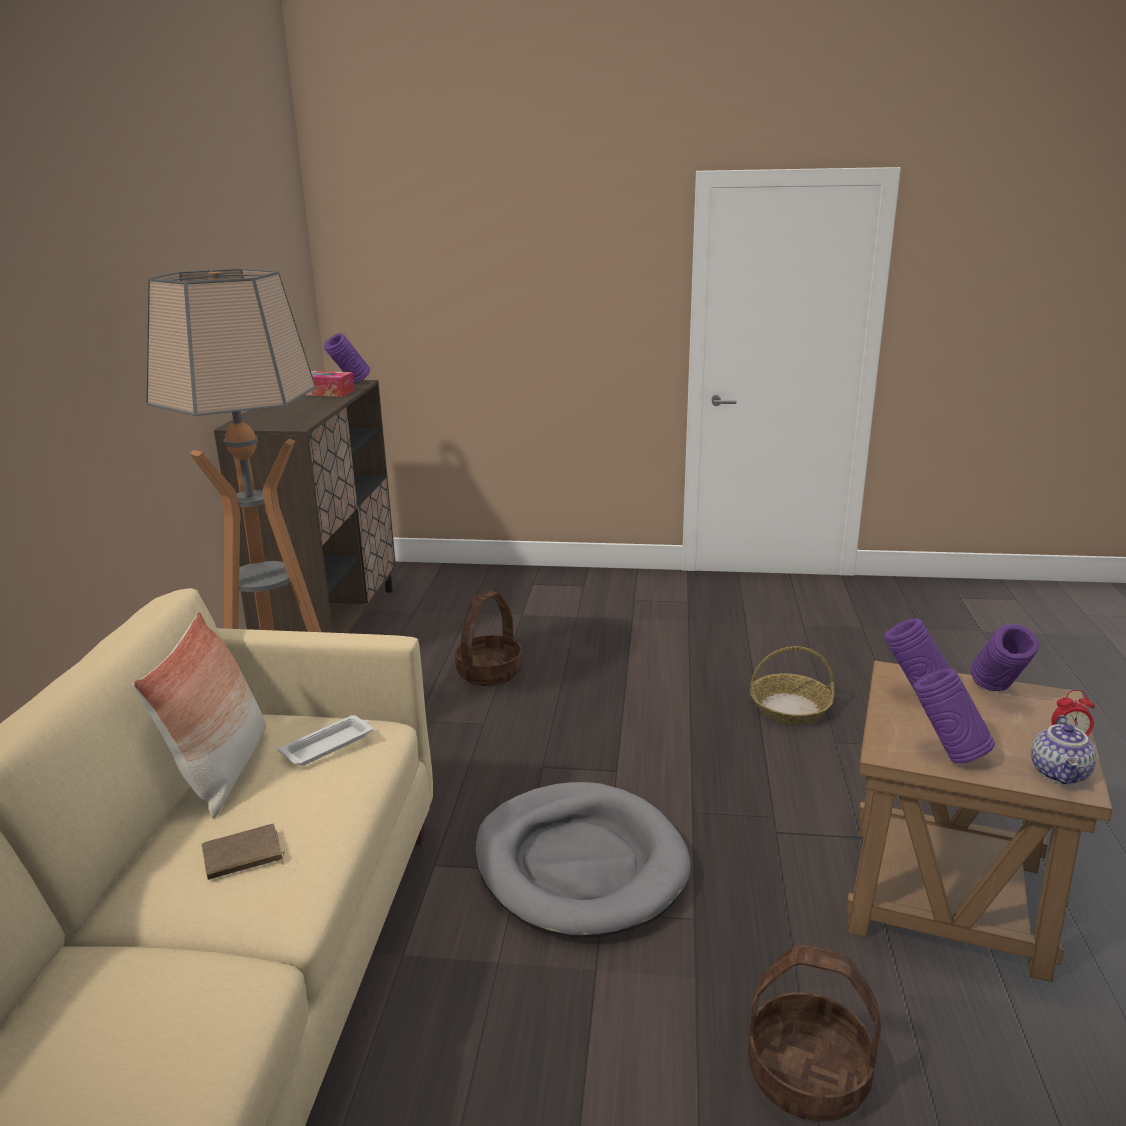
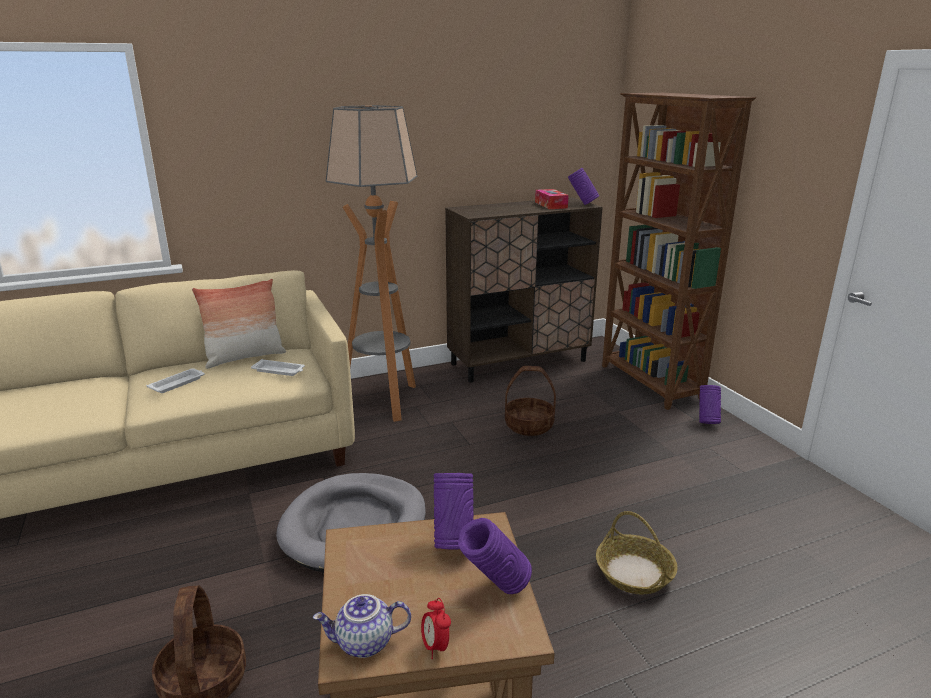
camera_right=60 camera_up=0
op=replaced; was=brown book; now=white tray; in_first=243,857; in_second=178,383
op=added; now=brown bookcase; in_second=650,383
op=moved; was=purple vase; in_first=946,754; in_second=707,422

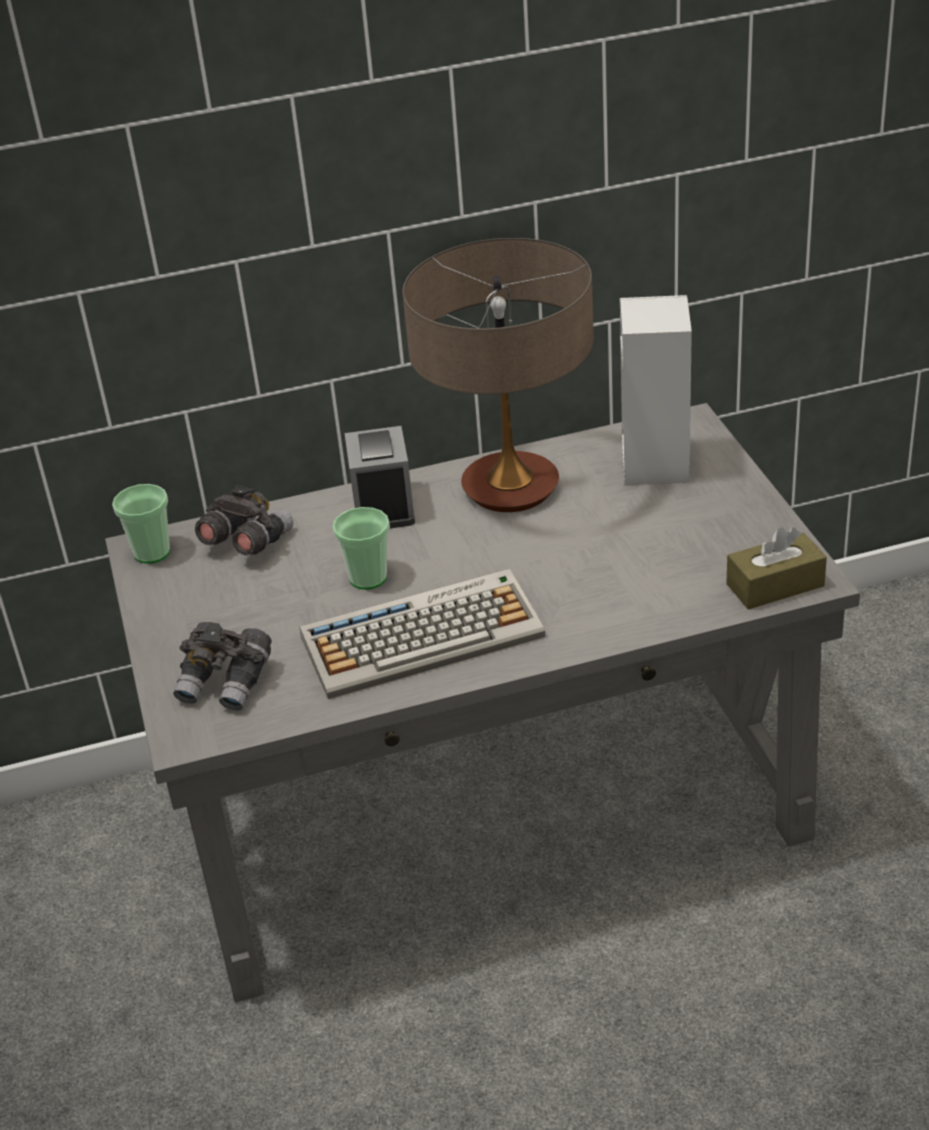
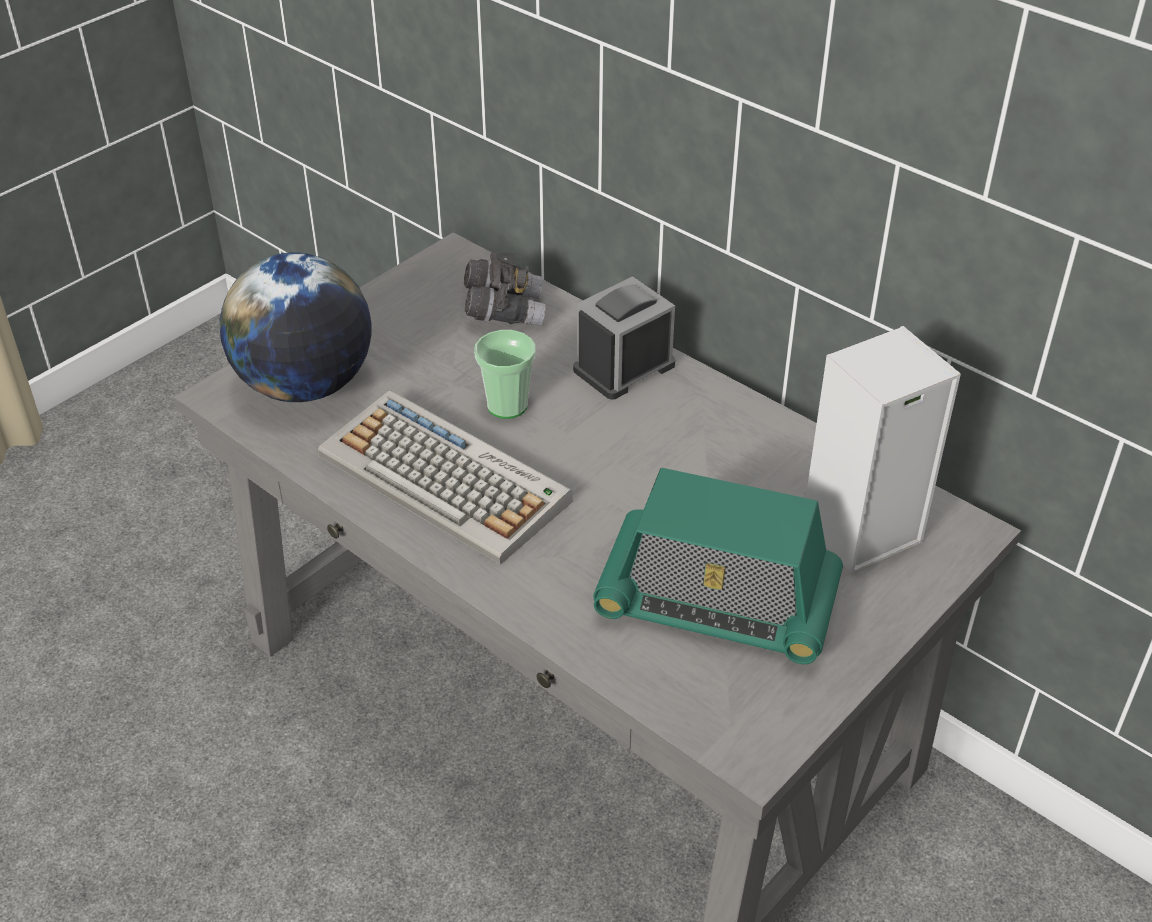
camera_right=55 camera_up=5
op=replaced; was=grey binoculars; now=globe; in_first=226,683; in_second=305,386
op=added; now=radio; in_second=717,602
op=removed; was=cup; in_first=152,552
op=removed; was=table lamp; in_first=511,488
op=removed; was=brown tissue box; in_first=775,585

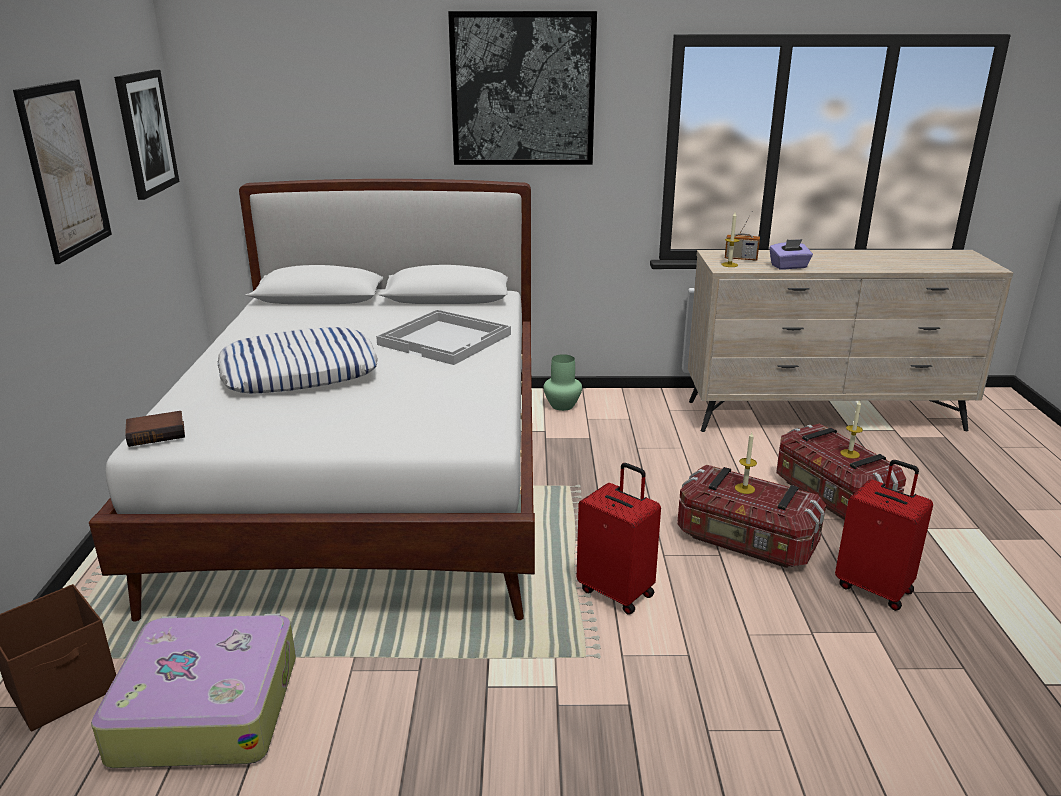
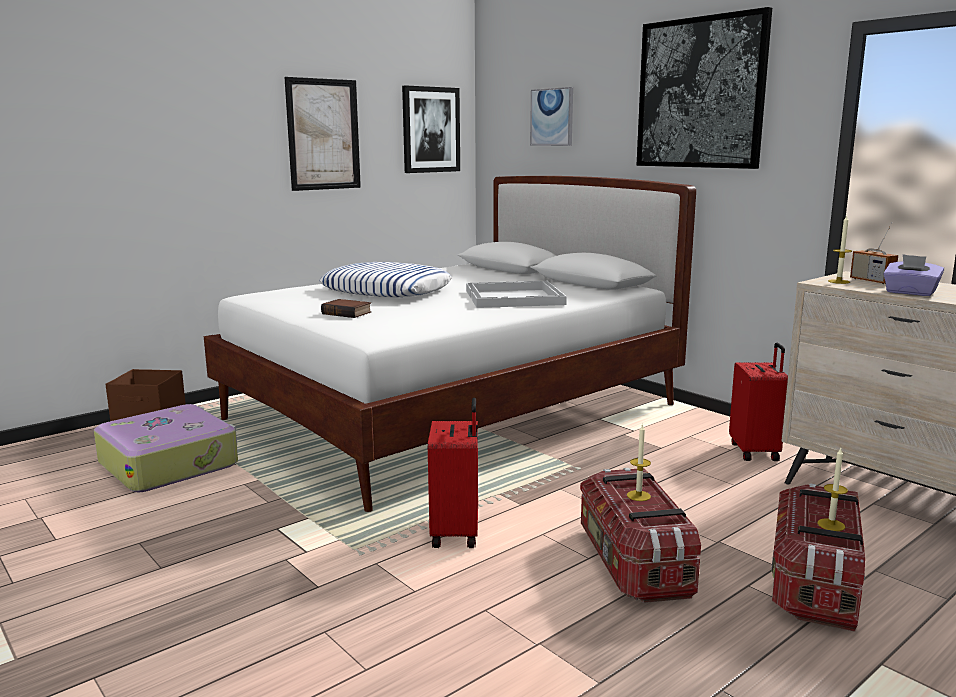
camera_right=50 camera_up=-10
op=moved; was=book; in_first=157,433; in_second=348,313
op=added; now=picture; in_second=552,117
op=moved; was=red suitcase; in_first=874,588; in_second=755,451
op=removed; was=green vase; in_first=562,405

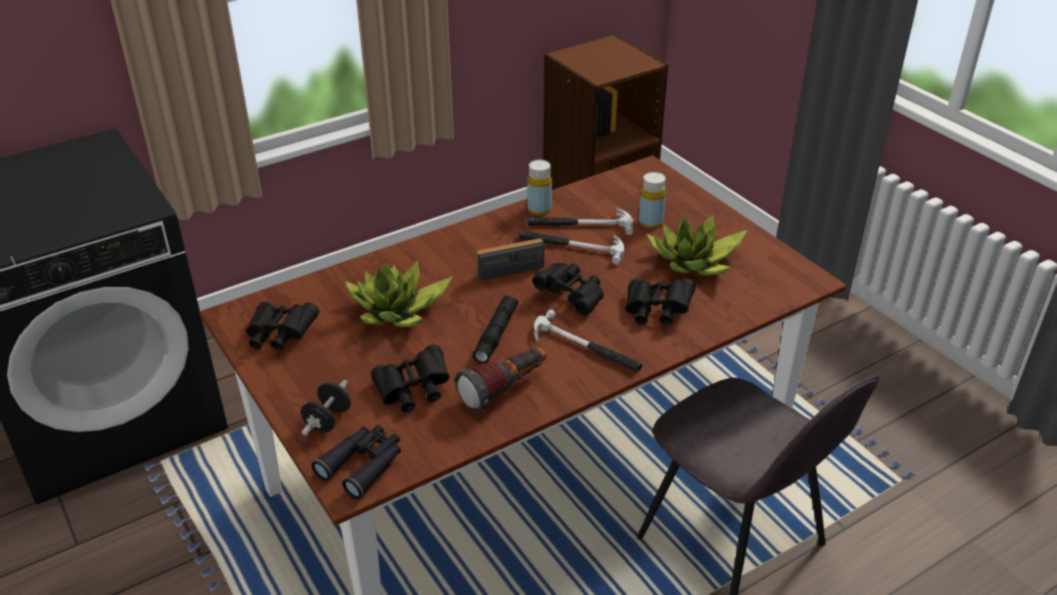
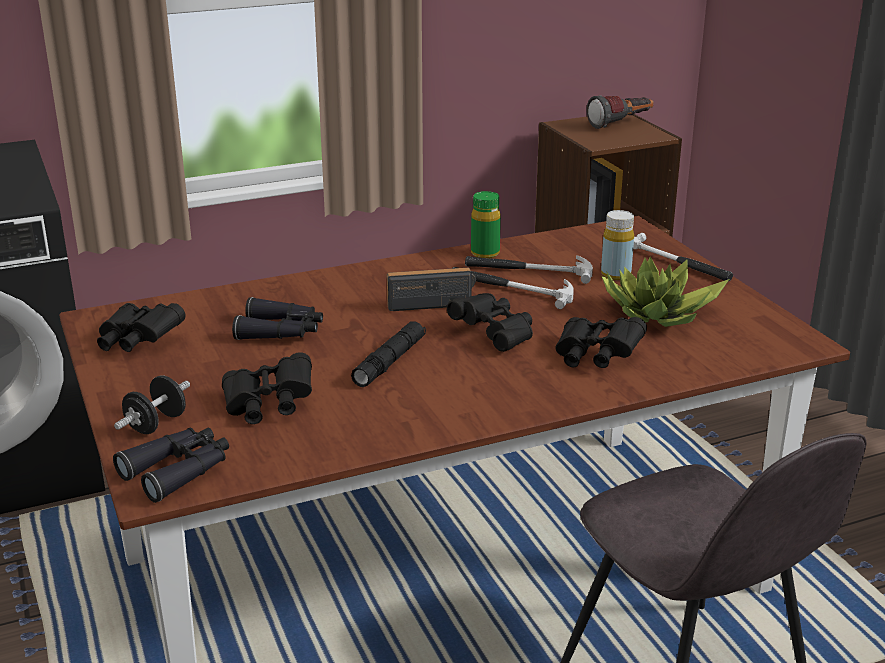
camera_right=10 camera_up=-10
op=replaced; was=potted plant; now=black binoculars; in_first=397,312; in_second=281,331
op=recoloured; was=yellow bottle; now=green bottle; in_first=539,209; in_second=485,253
op=moved; was=flashlight; in_first=505,390; in_second=621,124
op=moved; was=hammer; in_first=586,348; in_second=675,263

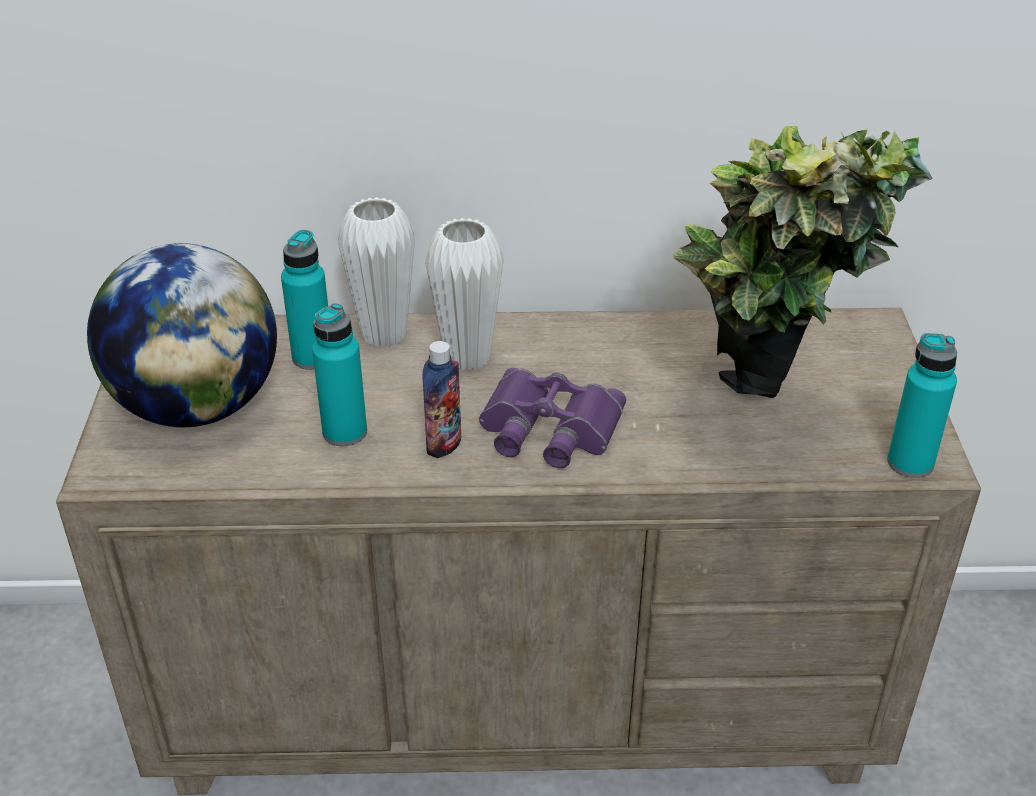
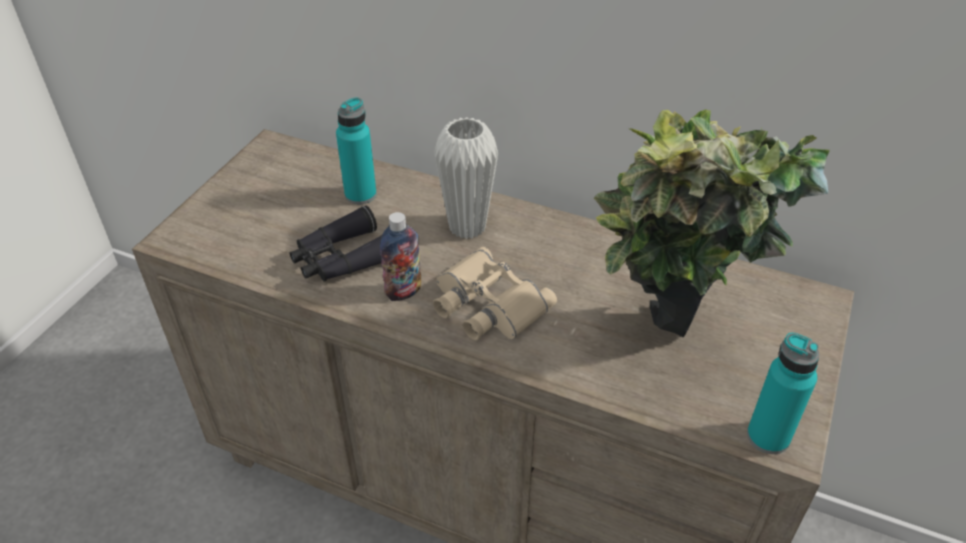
camera_right=25 camera_up=5
op=replaced; was=turquoise bottle; now=black binoculars; in_first=345,432; in_second=342,259
op=recoloured; was=purple binoculars; now=beige binoculars; in_first=547,429; in_second=486,304
op=removed; was=globe; in_first=197,406
op=removed; was=white vase; in_first=384,334

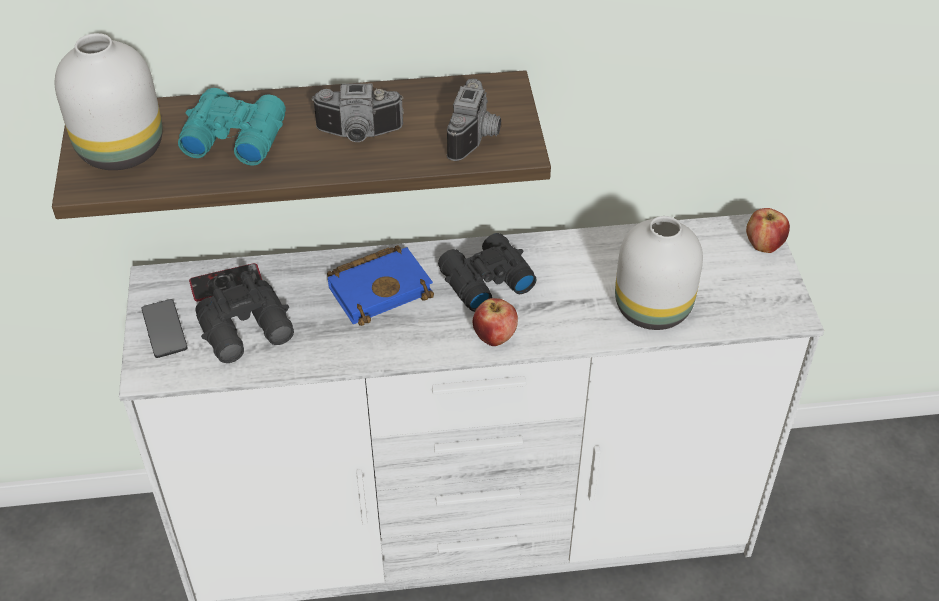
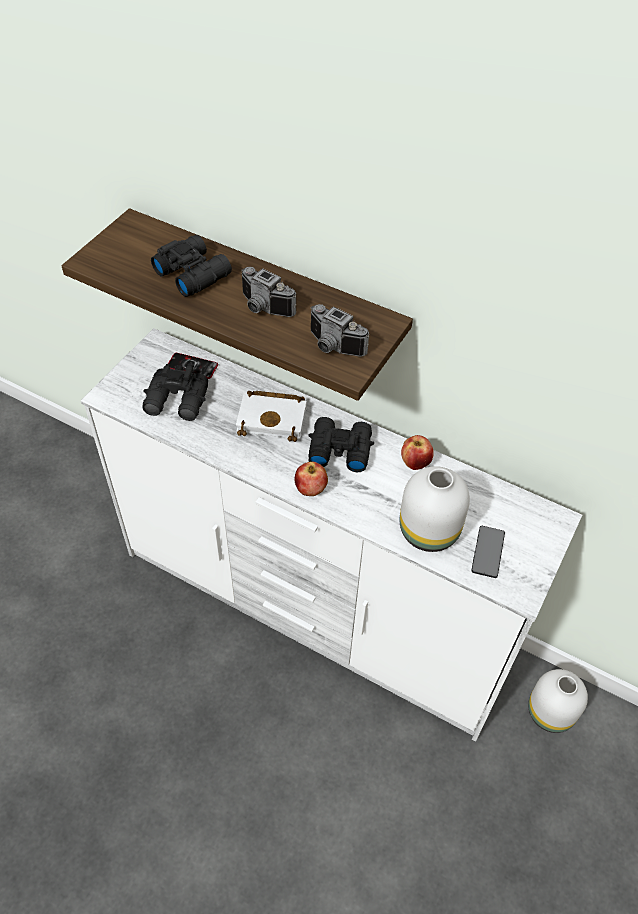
camera_right=35 camera_up=5
op=recoloured; was=turquoise binoculars; now=black binoculars; in_first=233,137; in_second=193,272
op=recoloured; was=blue book; now=white book; in_first=381,288; in_second=274,418
op=turned; was=photo camera; in_first=477,137; in_second=332,347; clockwise=75
op=moved; was=apple; in_first=764,245; in_second=415,463
op=moved; was=phone; in_first=164,329; in_second=488,552
op=moved; was=white vase; in_first=119,150; in_second=548,712

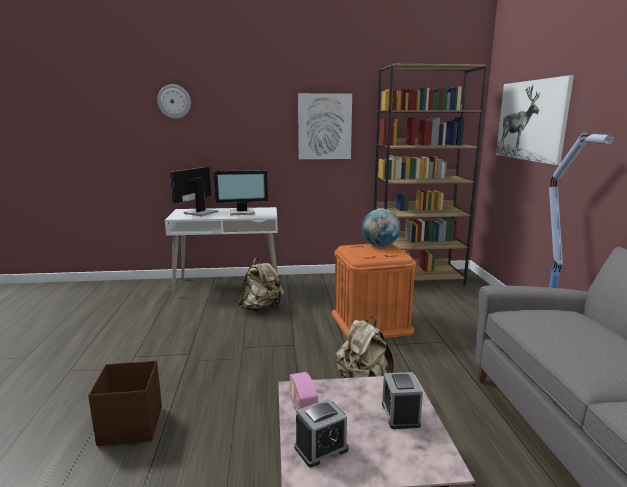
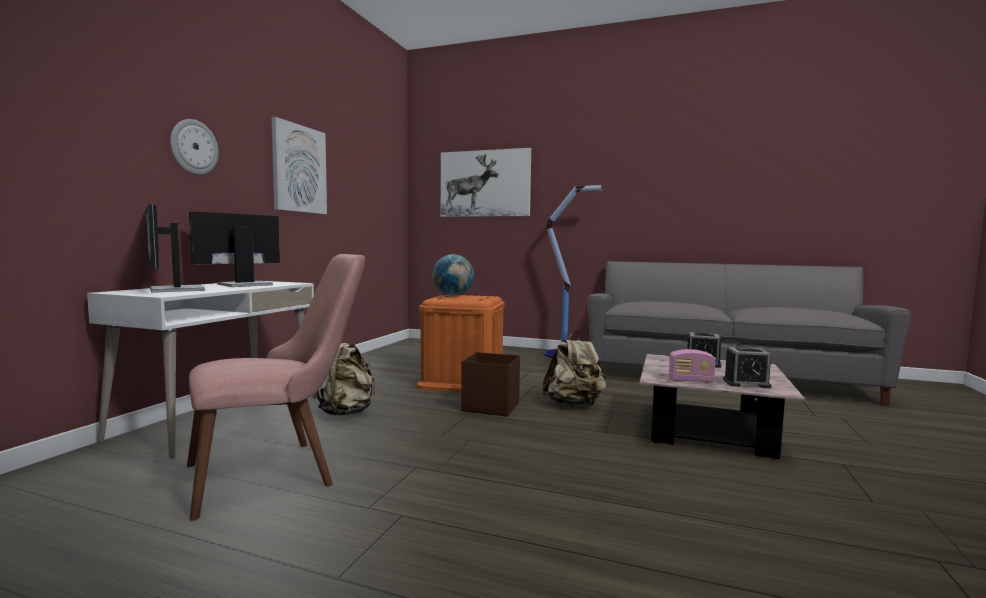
camera_right=-65 camera_up=-10
op=moved; was=wall clock; in_first=174,101; in_second=193,147
op=added; now=pink chair; in_second=280,470
op=turned; was=monitor; in_first=242,212; in_second=243,284; clockwise=-150
op=moved; was=brown storage box; in_first=132,425; in_second=490,407
op=turned; was=alarm clock; in_first=321,448; in_second=746,383; clockwise=105
op=removed; was=brown bookcase; in_first=417,279

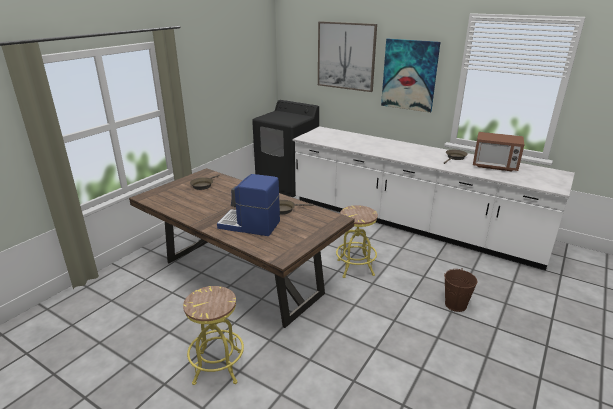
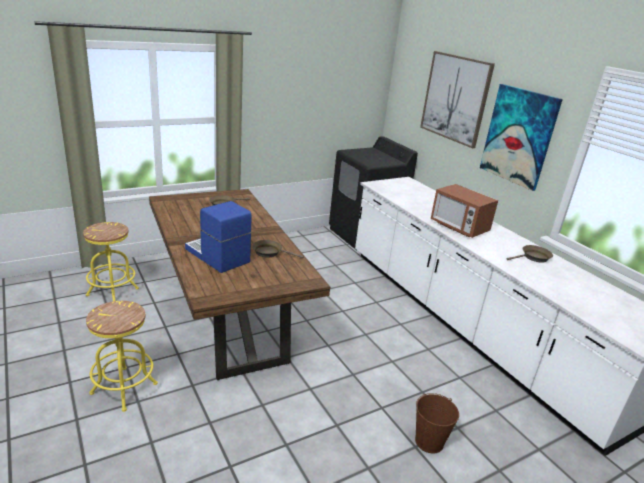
camera_right=25 camera_up=0
op=moved; was=yellow stool; in_first=355,267; in_second=112,292
op=moved; was=microwave; in_first=494,166; in_second=459,227

